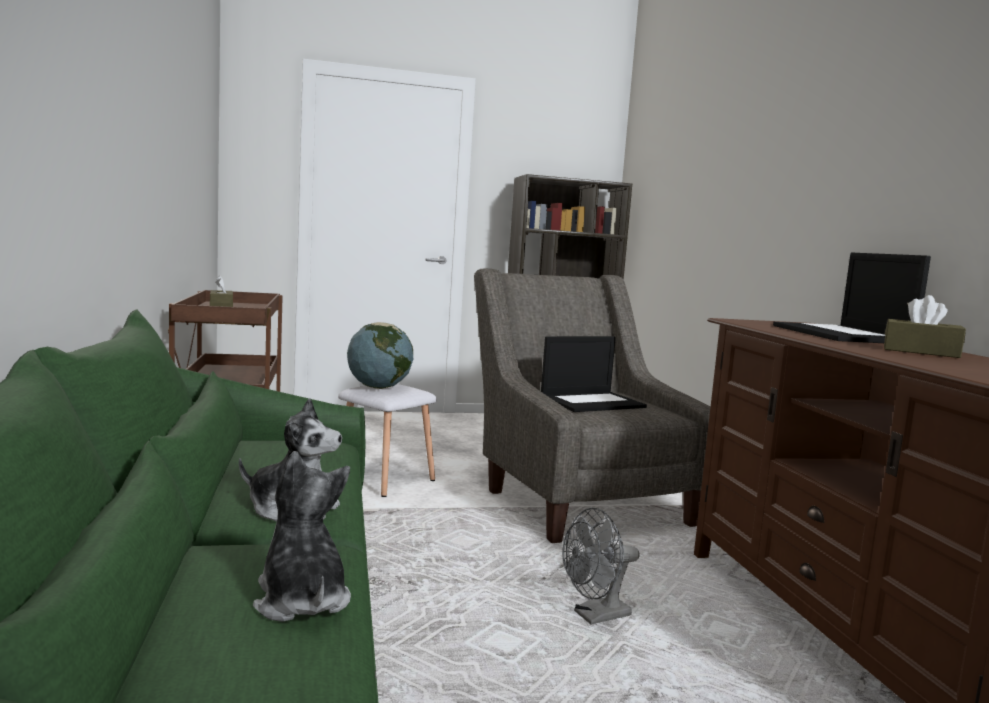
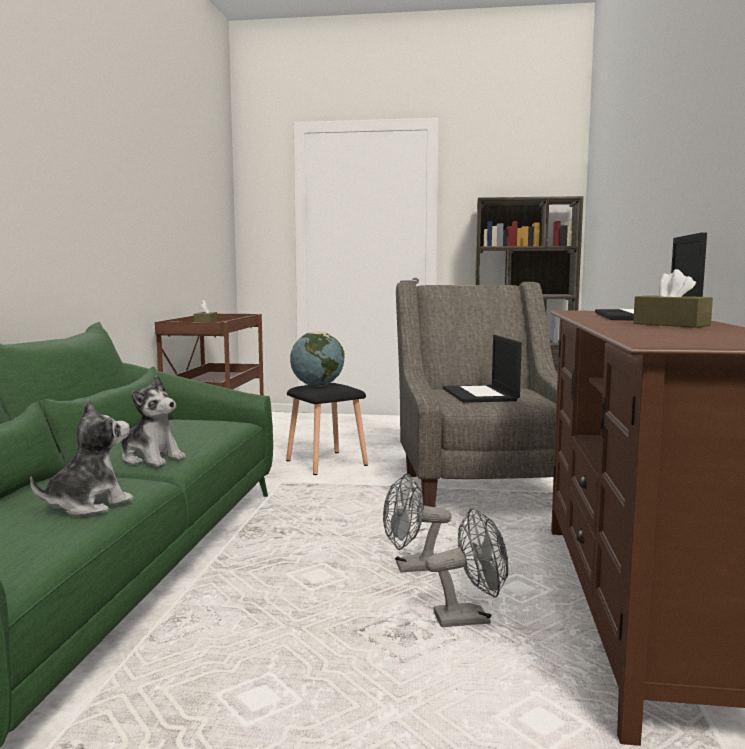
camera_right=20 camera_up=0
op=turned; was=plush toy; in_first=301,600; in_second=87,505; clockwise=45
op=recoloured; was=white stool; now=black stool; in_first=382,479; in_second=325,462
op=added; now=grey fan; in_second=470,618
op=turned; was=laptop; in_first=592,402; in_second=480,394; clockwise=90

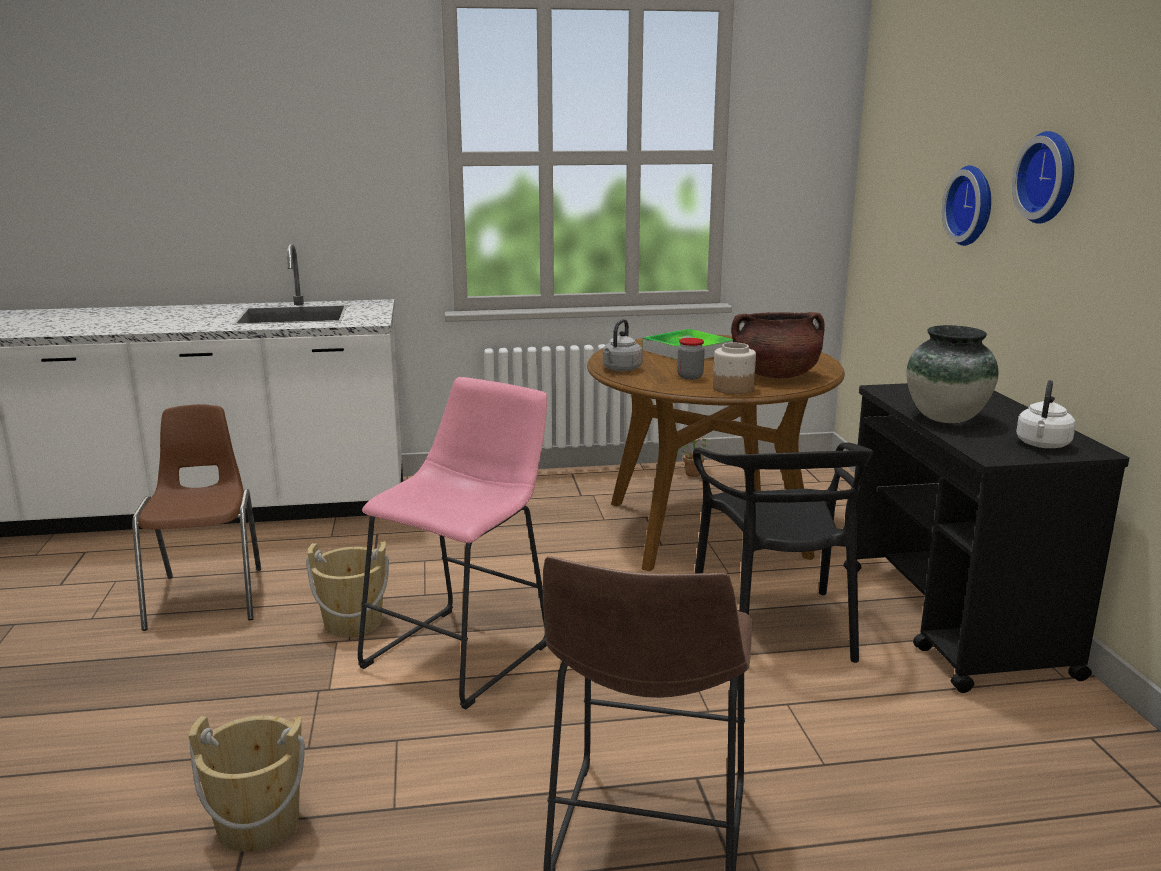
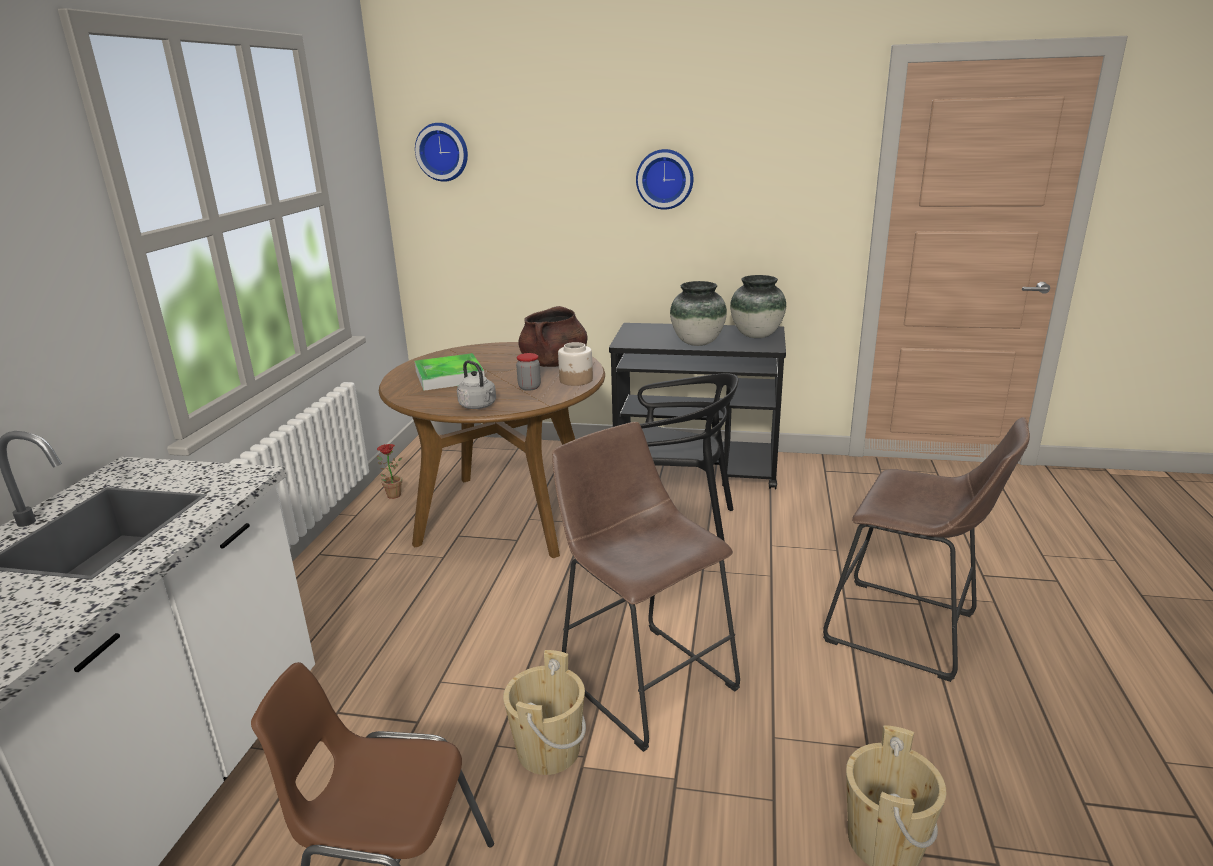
camera_right=-70 camera_up=5
op=moved; was=wall clock; in_first=973,205; in_second=443,152
op=recoloured; was=pink stool; now=brown stool; in_first=464,651; in_second=642,677
op=replaced; was=white kettle; now=vase; in_first=1042,445; in_second=757,335

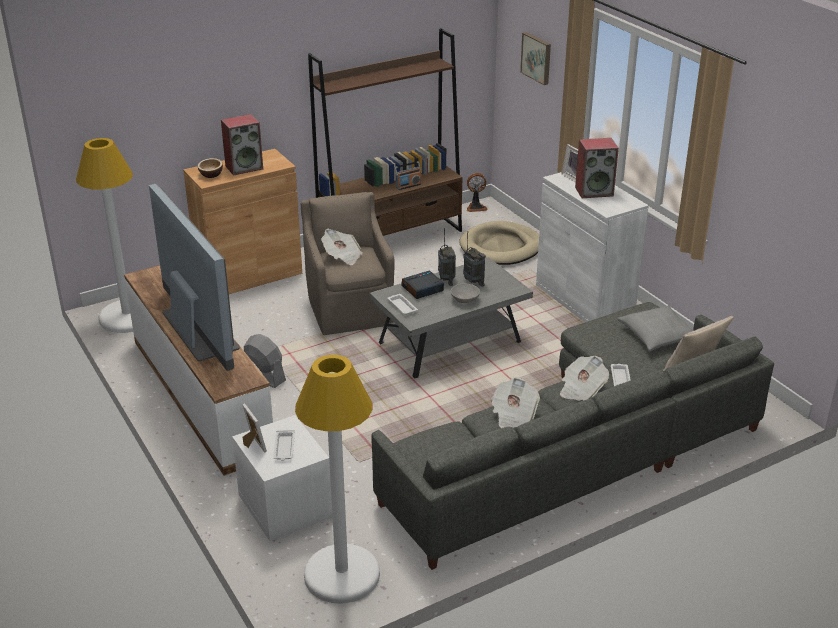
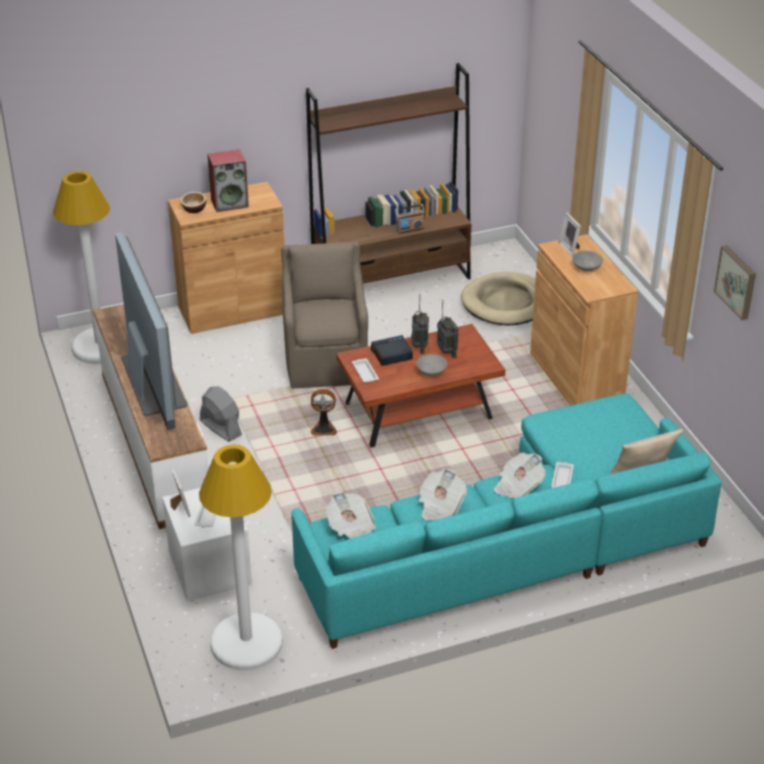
camera_right=10 camera_up=5
op=recoloured; was=grey sofa; now=turquoise sofa; in_first=583,447; in_second=519,543
op=moved; was=fan; in_first=476,207; in_second=324,428
op=moved; was=newspaper; in_first=342,256; in_second=351,528
op=recoloured; was=grey coffee table; now=brown coffee table; in_first=450,343; in_second=418,411
op=recoloured; was=white cabinet; now=brown cabinet; in_first=584,301; in_second=576,377
op=replaced; was=speaker; now=grey bowl; in_first=594,191; in_second=586,268
op=moved; was=picture; in_first=537,58; in_second=737,282
op=removed; was=grey pillow; in_first=658,336

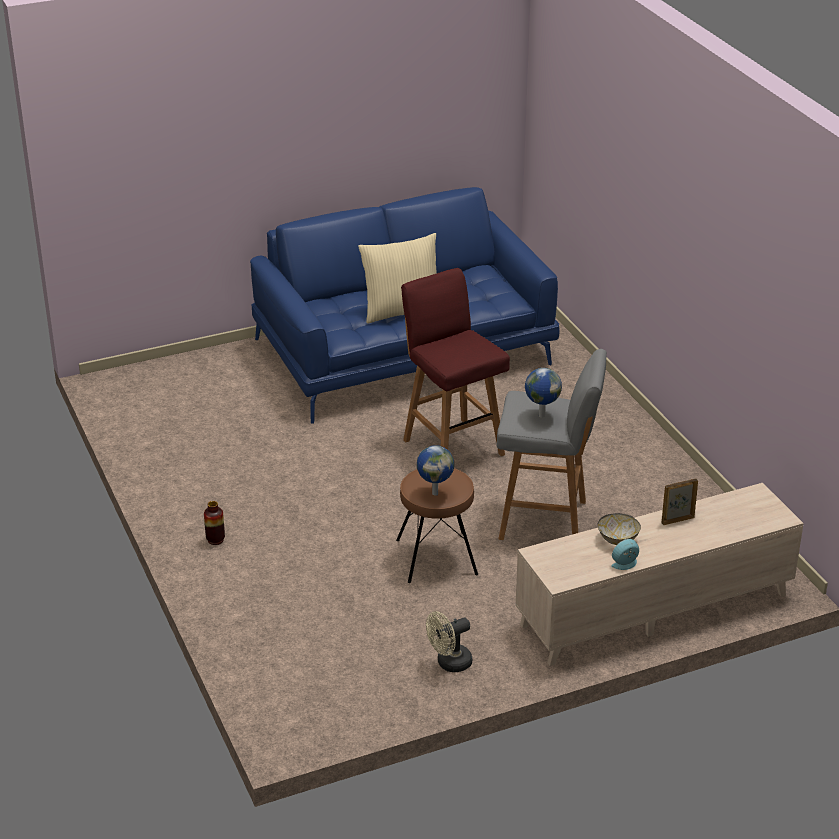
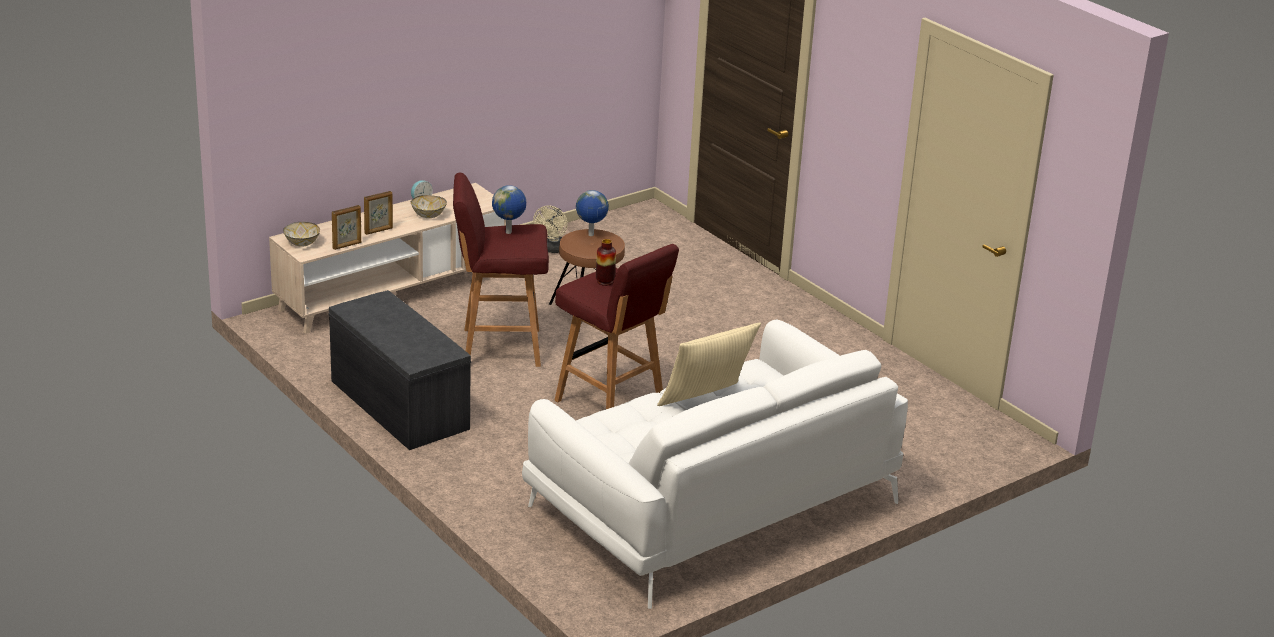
camera_right=165 camera_up=-5
op=added; now=bowl; in_second=302,243
op=added; now=grey bench; in_second=397,404
op=added; now=picture frame; in_second=347,245
op=recoloured; was=grey stool; now=red stool; in_first=545,520; in_second=499,347
op=recoloured; was=blue sofa; now=white sofa; in_first=404,352; in_second=711,505
op=turned; was=beige fan; in_first=449,663; in_second=552,249; clockwise=150
op=moved; was=vase; in_first=215,540; in_second=605,282

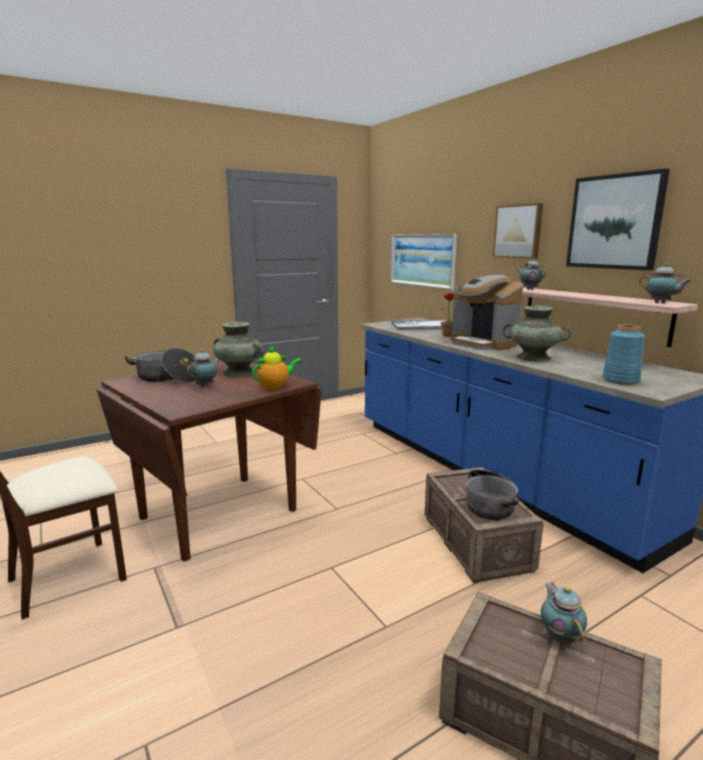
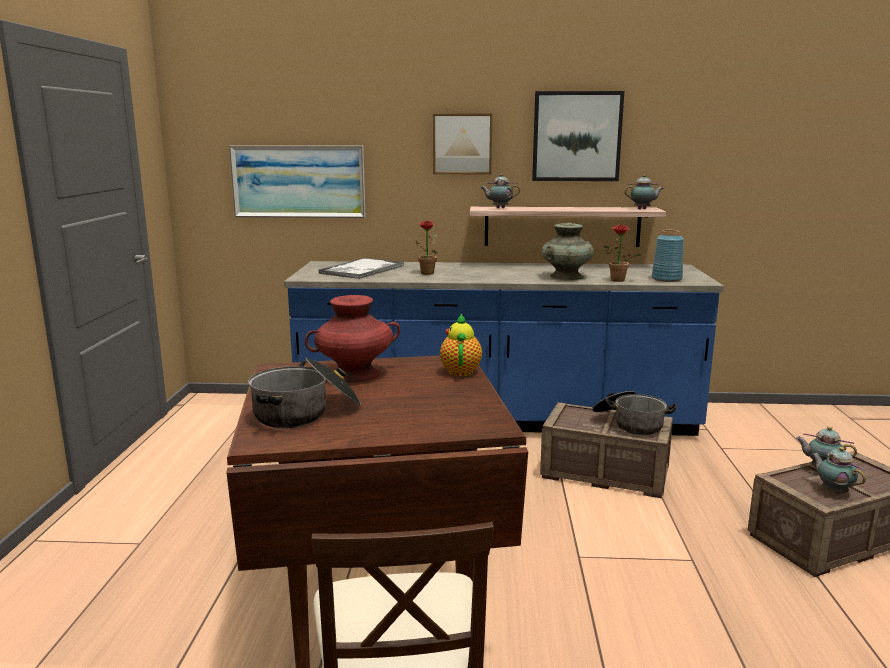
camera_right=-55 camera_up=0
op=recoloured; was=turquoise vase; now=red vase; in_first=239,372; in_second=355,374
op=added; now=potted plant; in_second=616,281
op=moved; was=teapot; in_first=206,385; in_second=833,491
op=removed; was=coffee machine; in_first=483,344

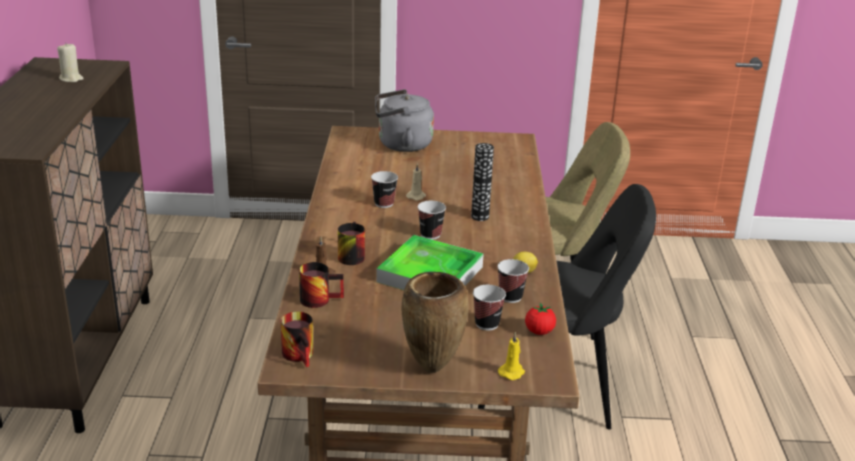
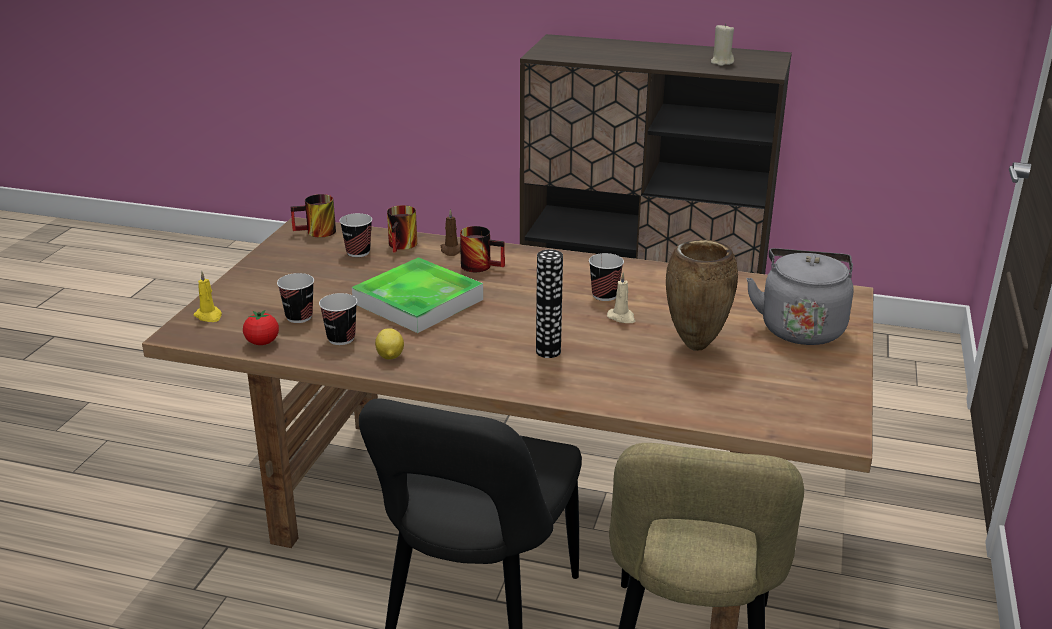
camera_right=105 camera_up=0
op=moved; was=cup; in_first=430,235; in_second=358,252
op=moved; was=brown vase; in_first=431,369; in_second=694,346

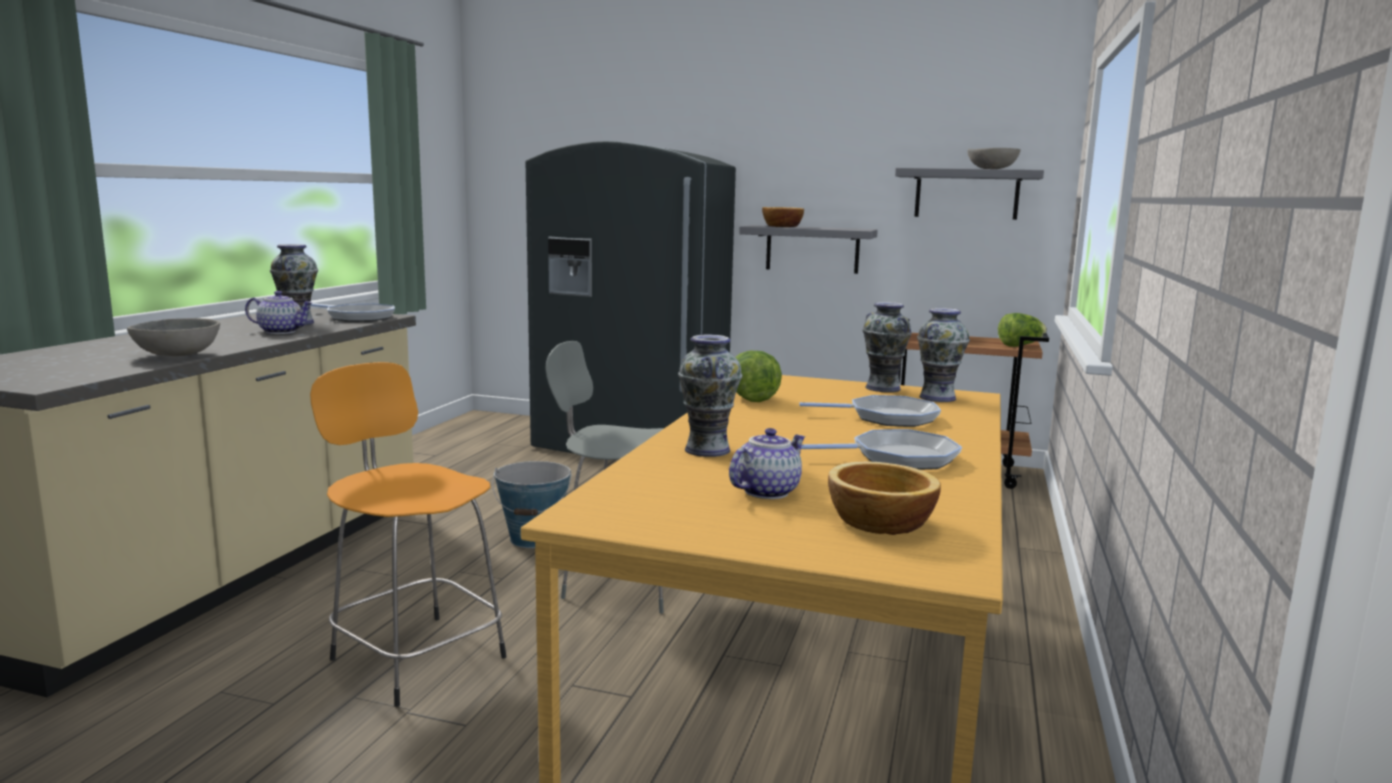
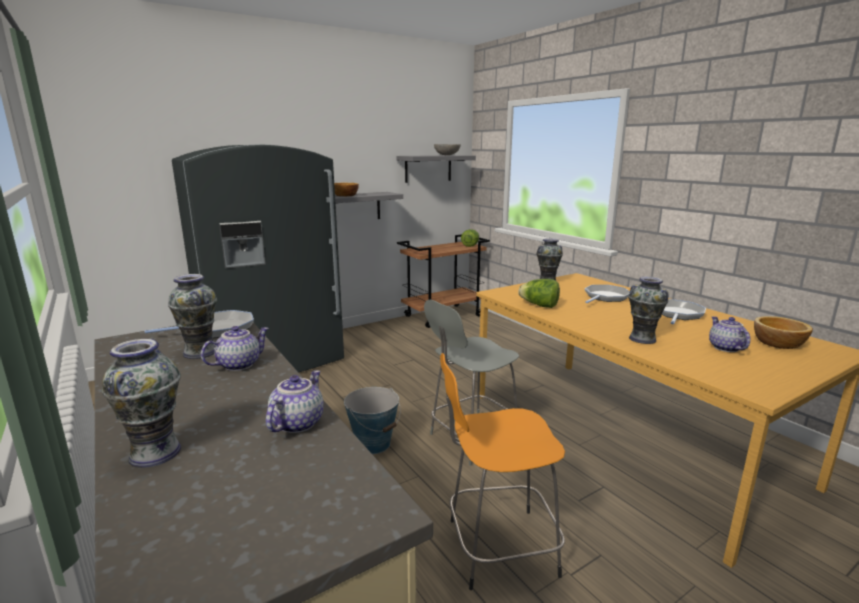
camera_right=-50 camera_up=5
op=moved; was=vase; in_first=937,397; in_second=154,453
op=replaced; was=grey bowl; now=teapot; in_first=176,355; in_second=296,423

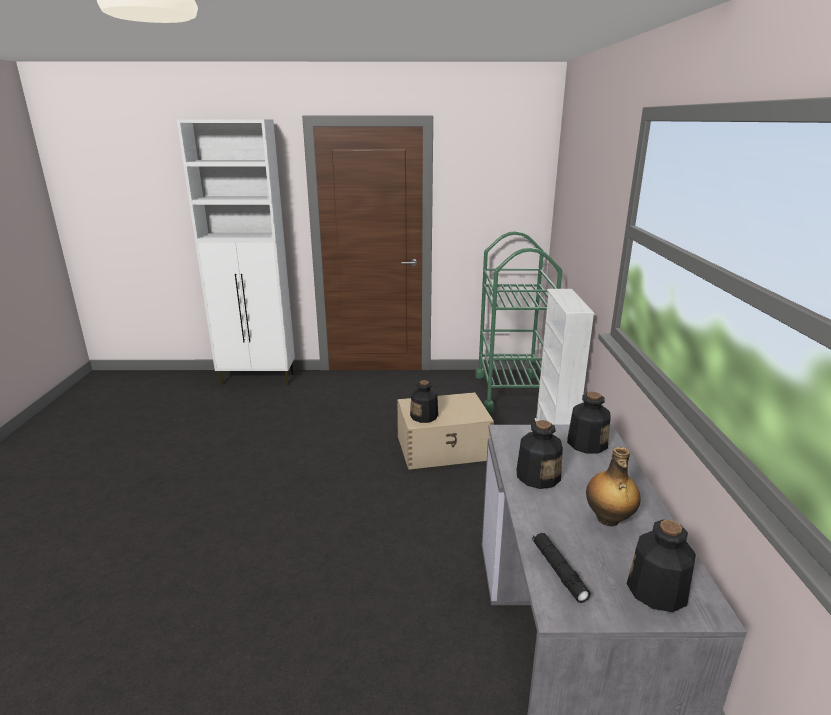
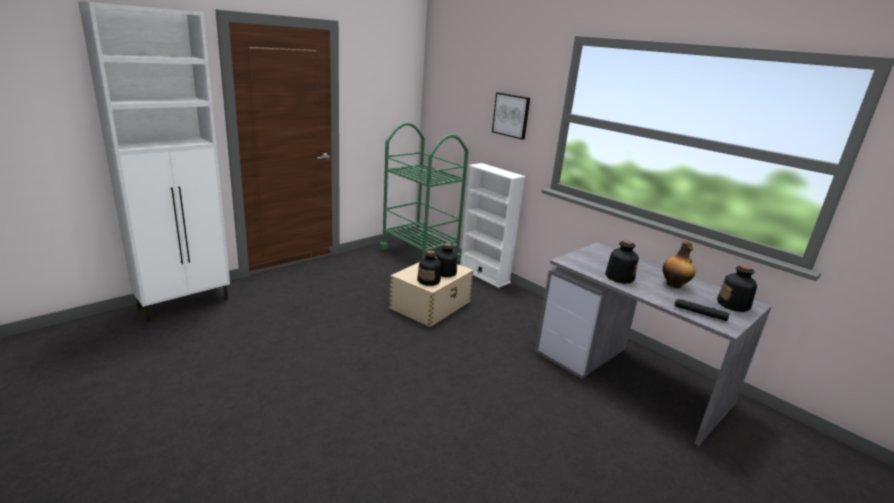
camera_right=-45 camera_up=0
op=moved; was=bottle; in_first=586,443; in_second=445,272
op=added; now=picture; in_second=511,115

